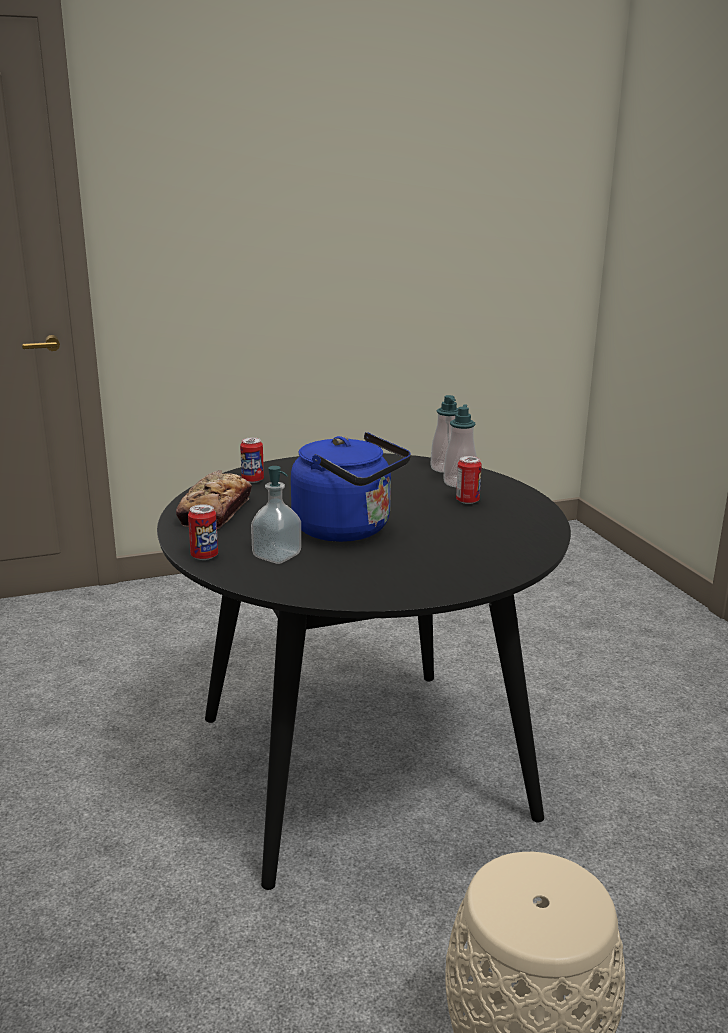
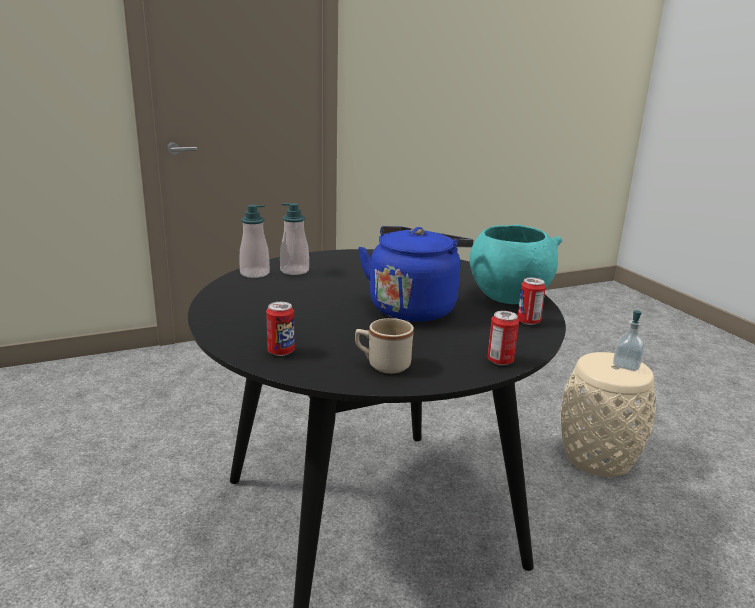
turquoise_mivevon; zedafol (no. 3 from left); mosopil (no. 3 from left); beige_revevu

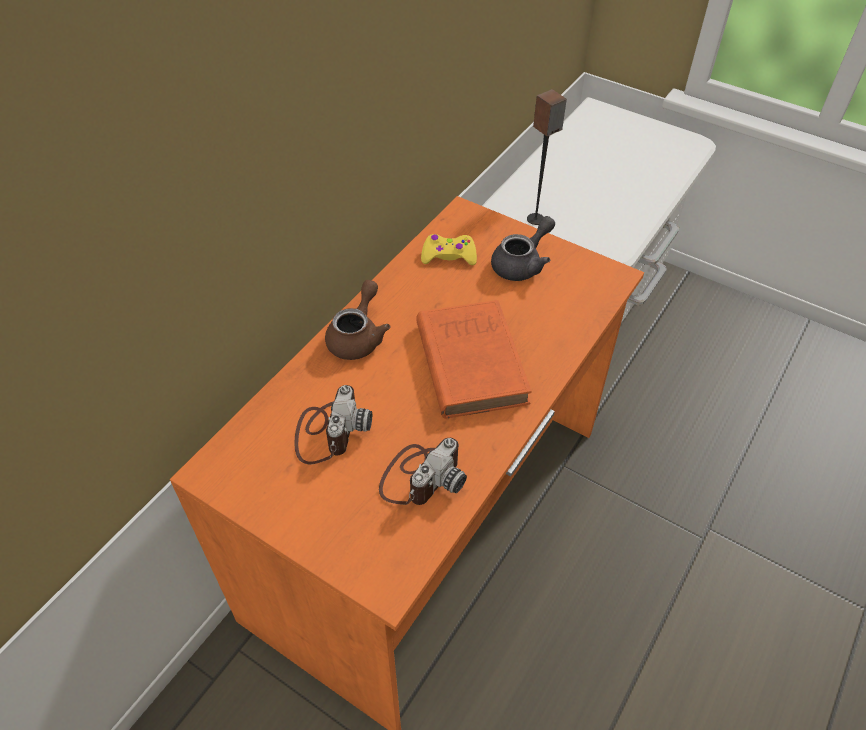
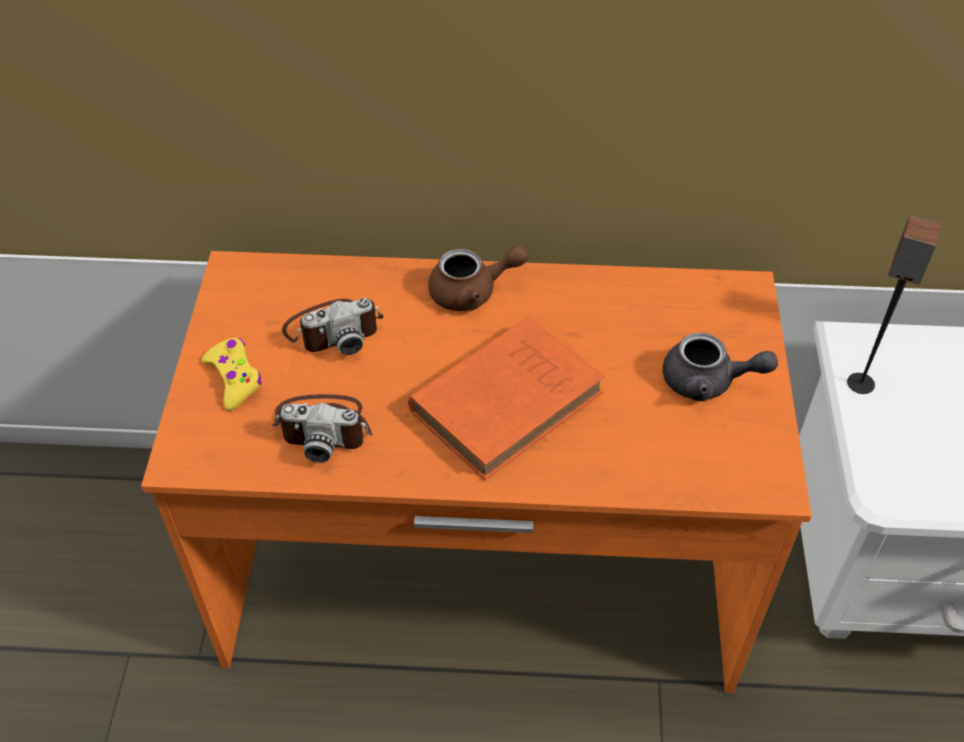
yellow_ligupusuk

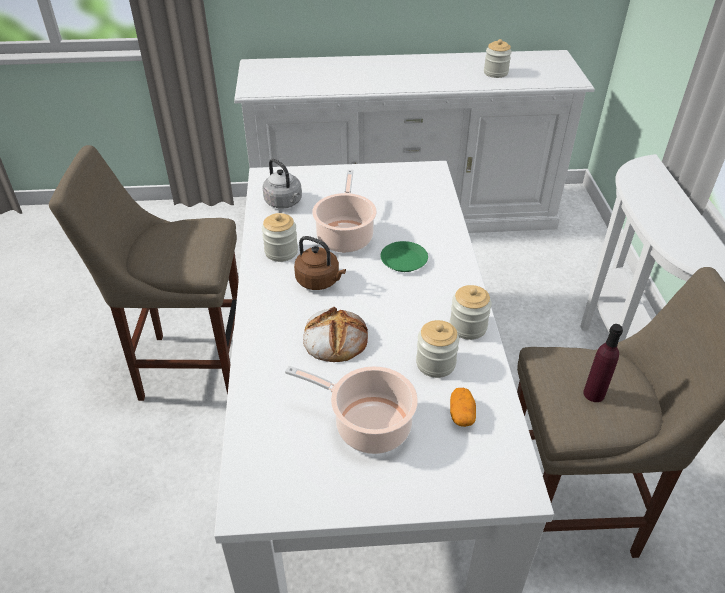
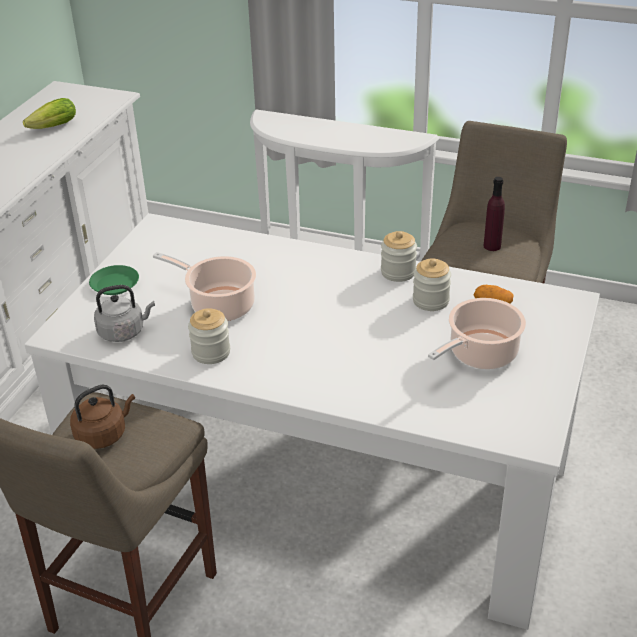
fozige; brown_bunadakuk; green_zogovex; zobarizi

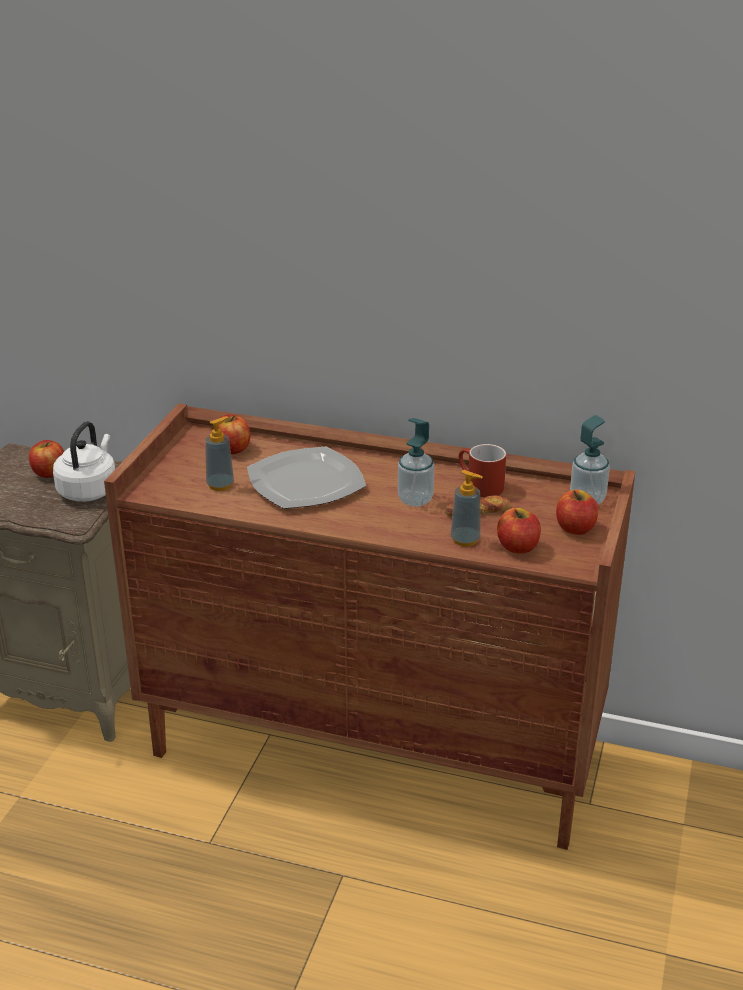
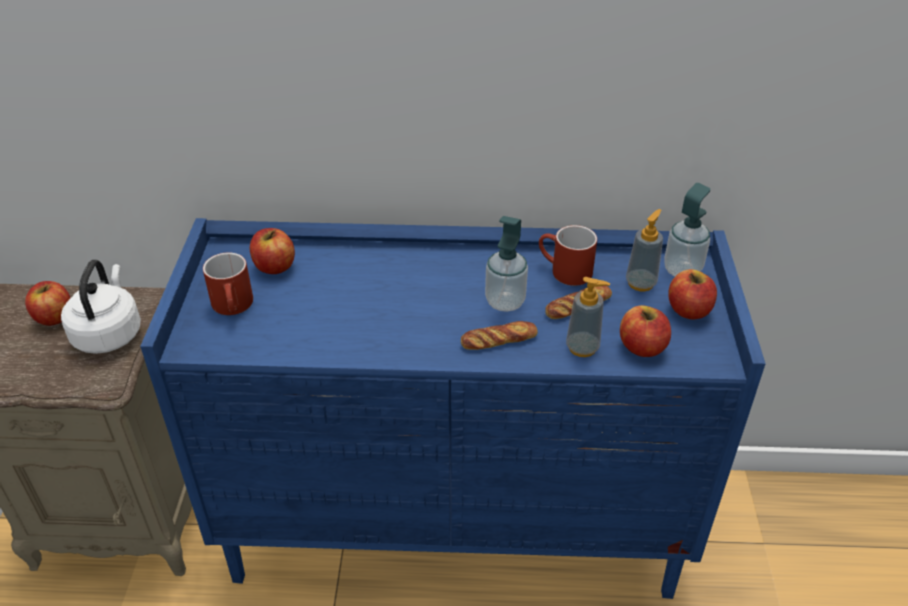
zogovex; red_revevu (no. 1 from left); fozige (no. 1 from left); zedafol (no. 3 from left); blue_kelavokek

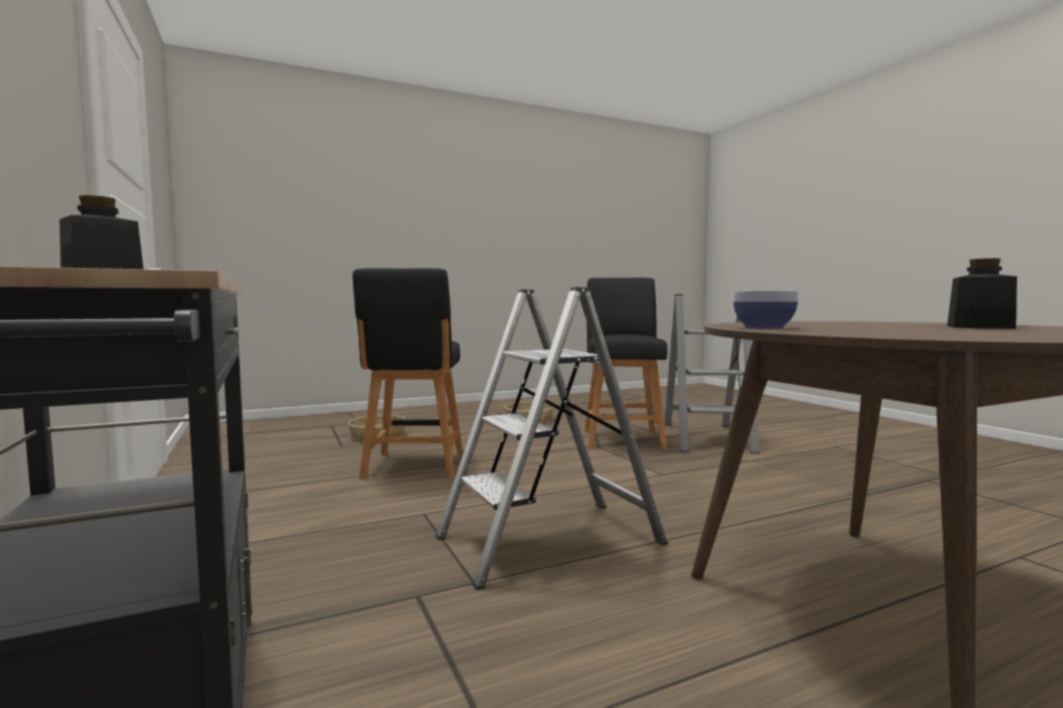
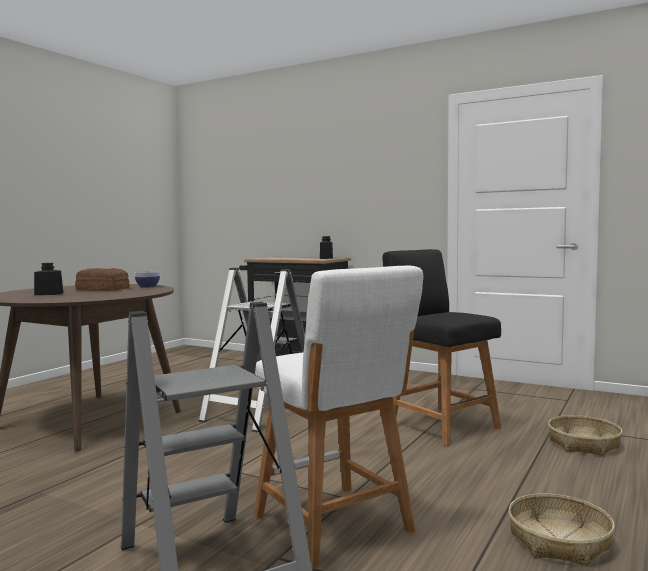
fozige; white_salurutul

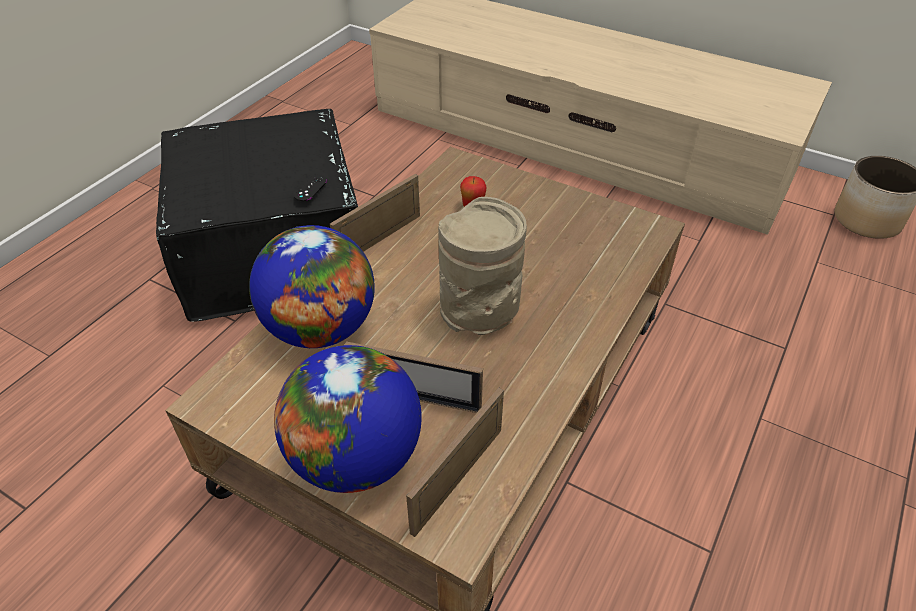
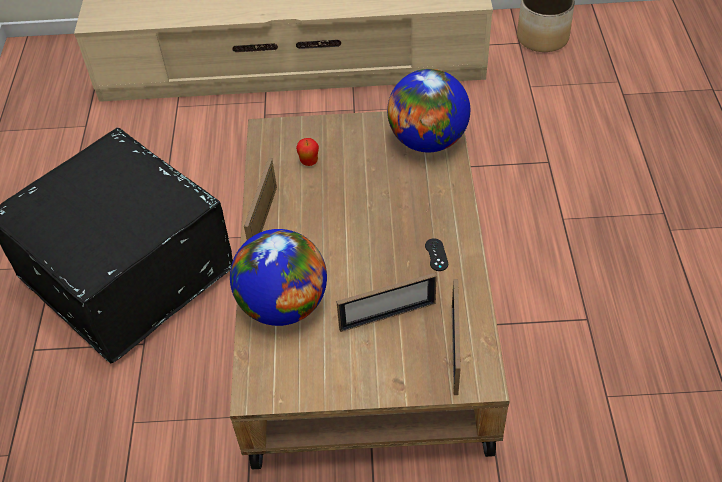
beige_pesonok; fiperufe (no. 2 from left); black_ligupusuk

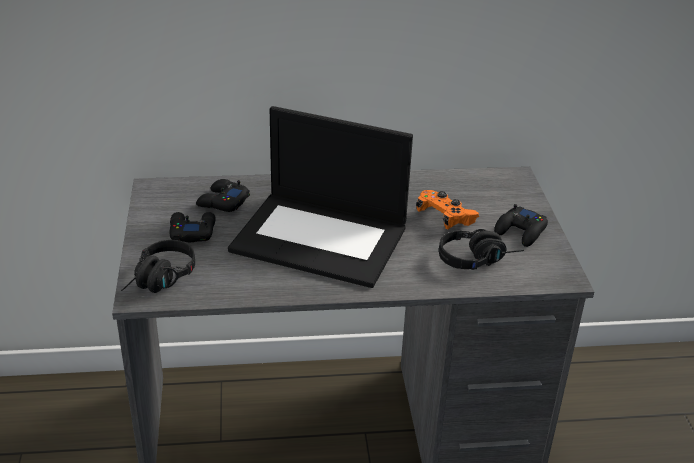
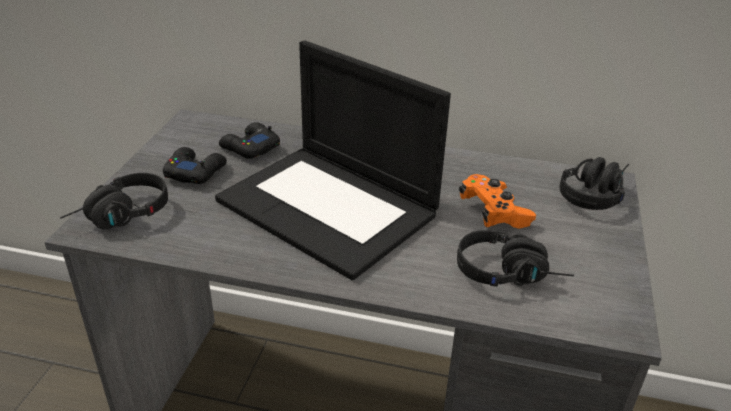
black_ligupusuk (no. 3 from left in the first image); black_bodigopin (no. 3 from left)

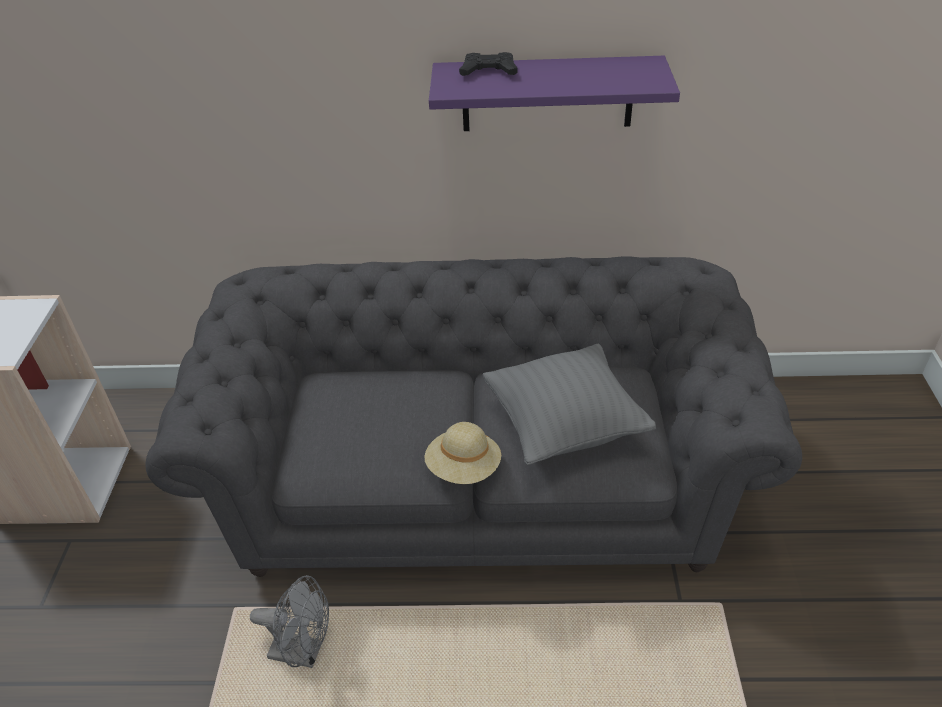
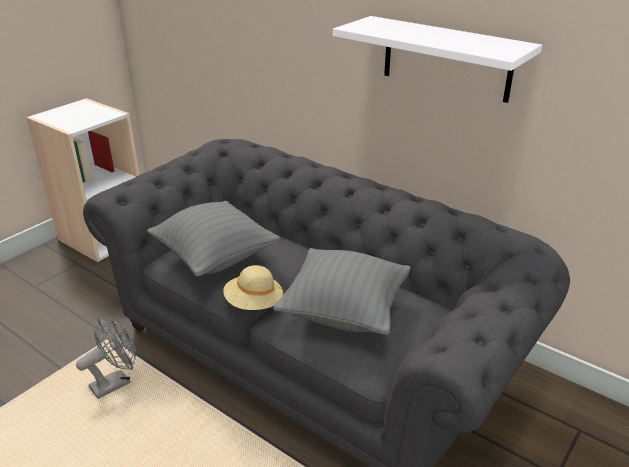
black_ligupusuk; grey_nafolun (no. 1 from left); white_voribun; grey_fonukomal

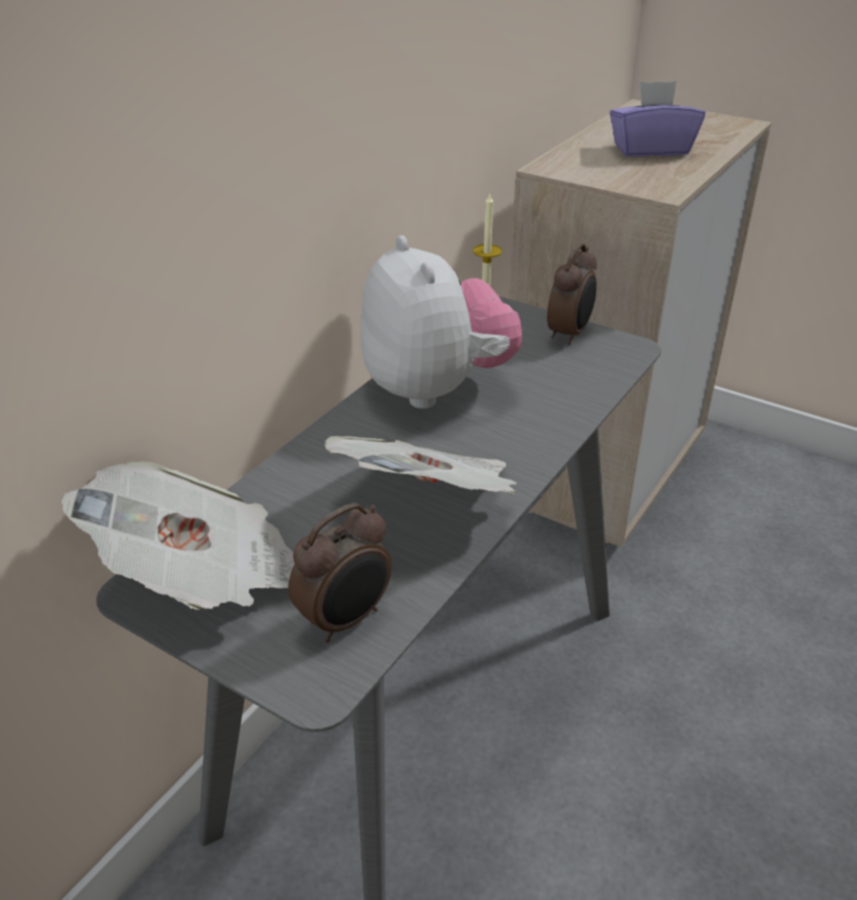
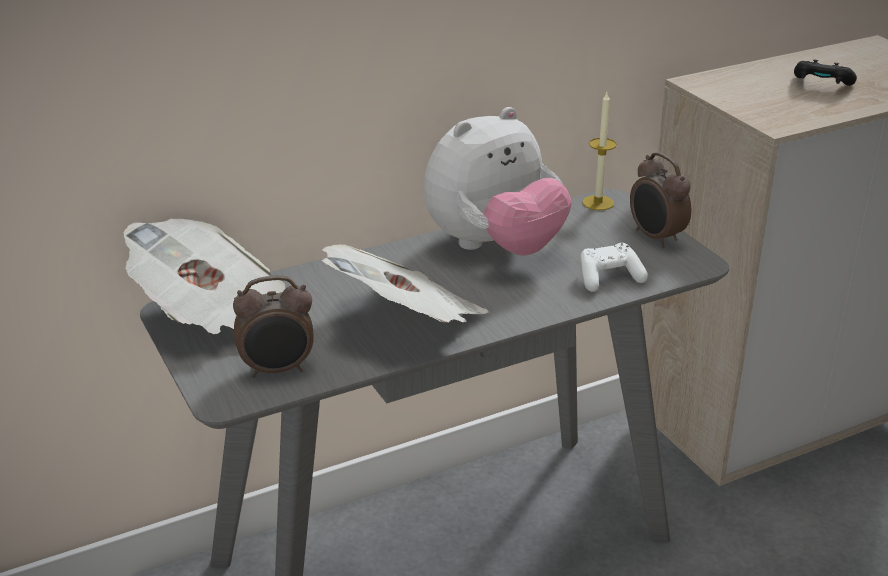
white_ligupusuk; black_ligupusuk; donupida; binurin (no. 2 from left)

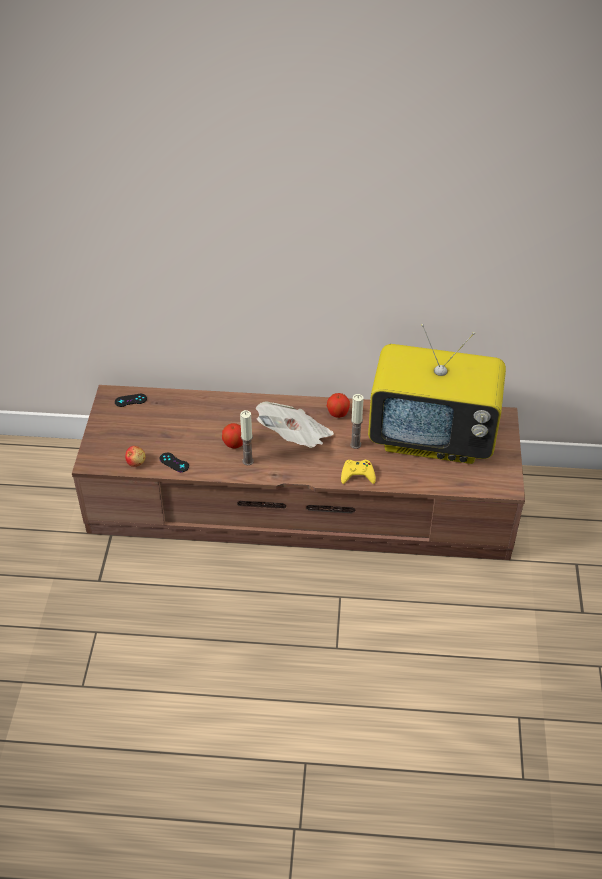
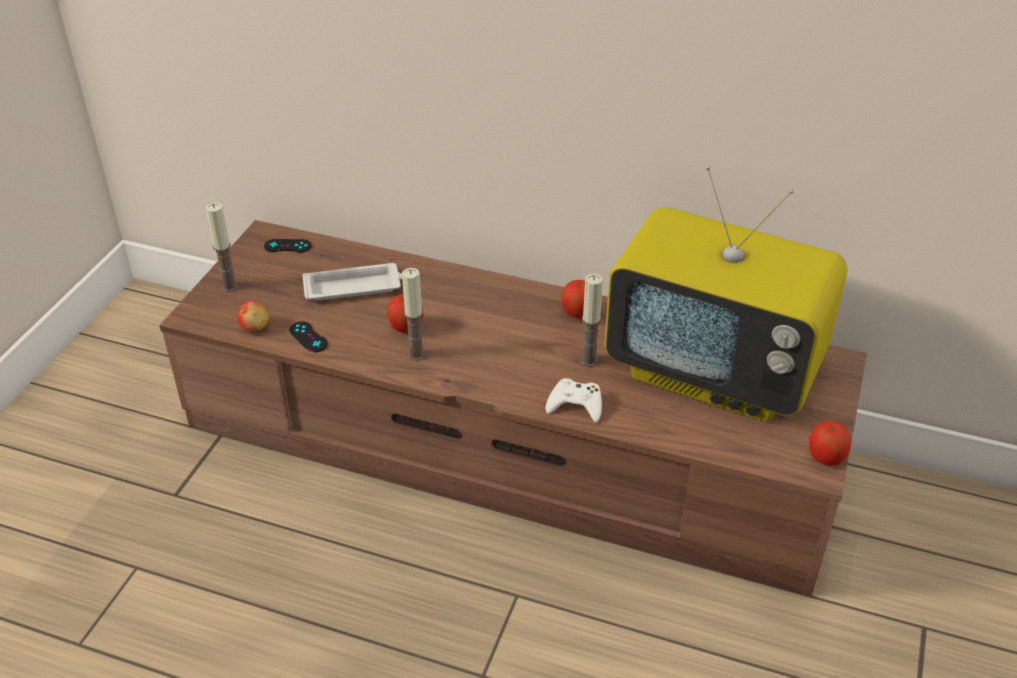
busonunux; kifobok (no. 1 from left); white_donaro; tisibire (no. 4 from left); white_ligupusuk

